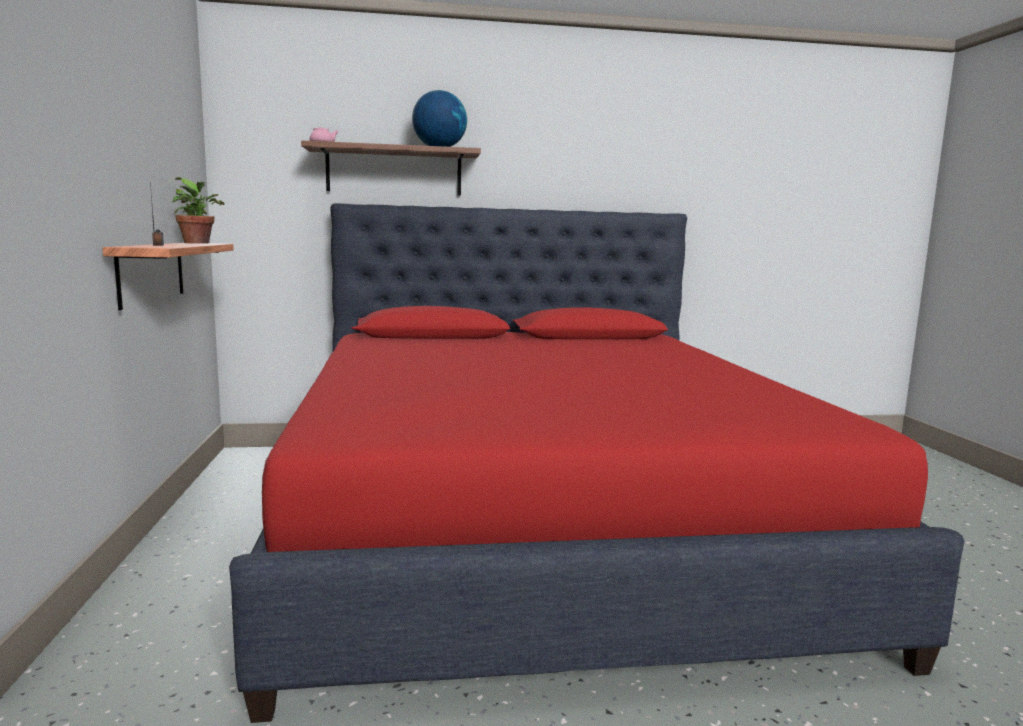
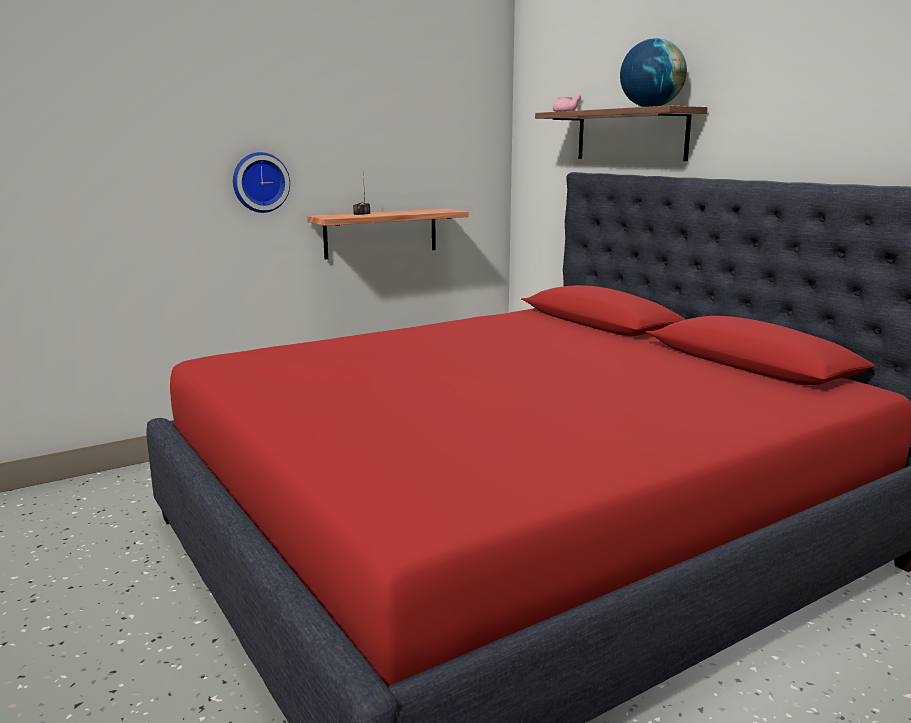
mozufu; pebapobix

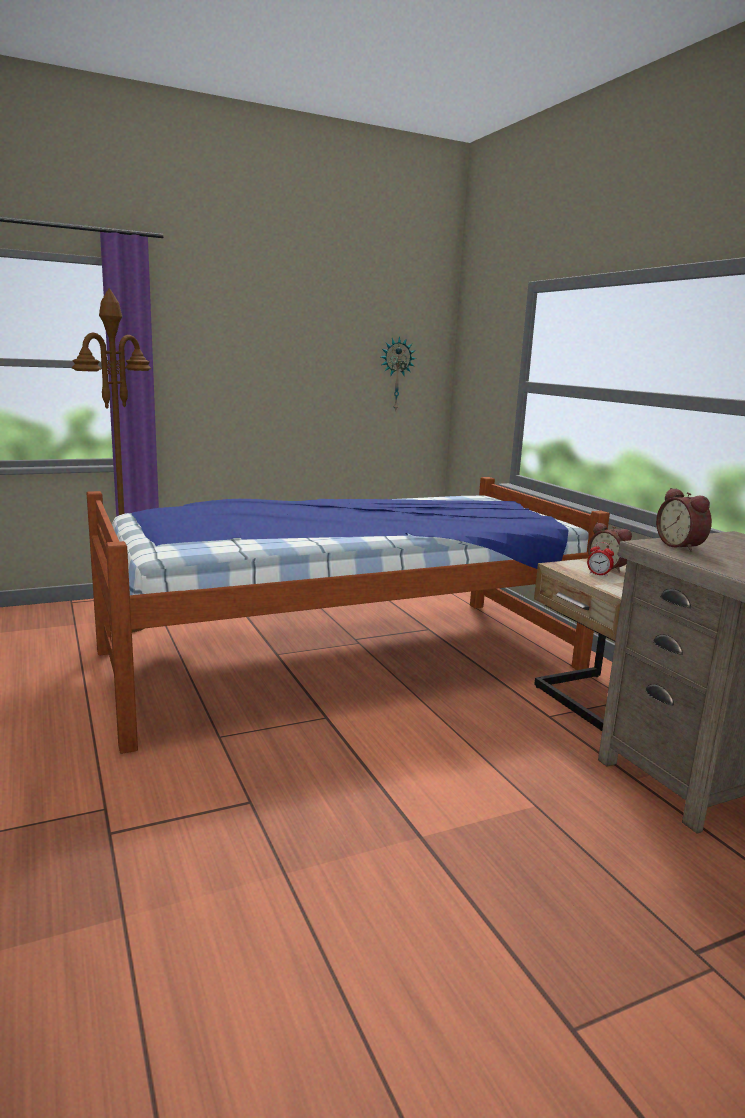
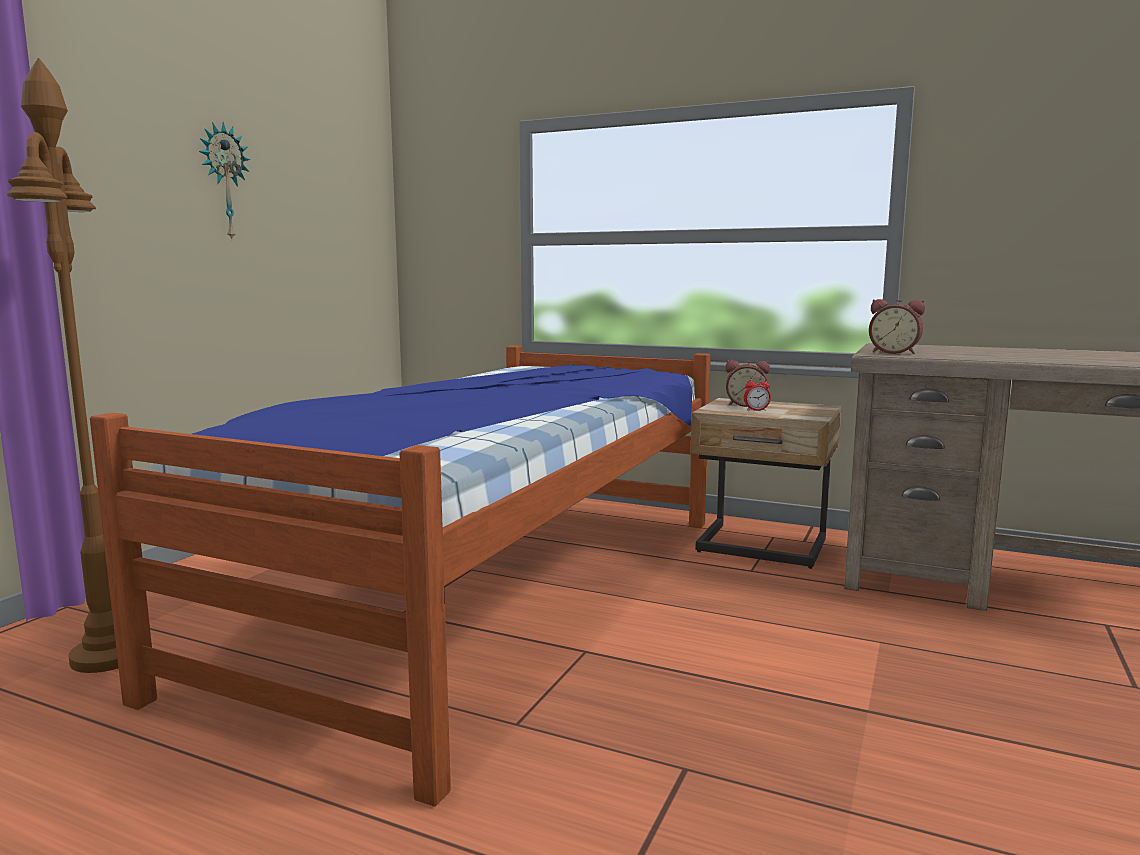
pebapobix

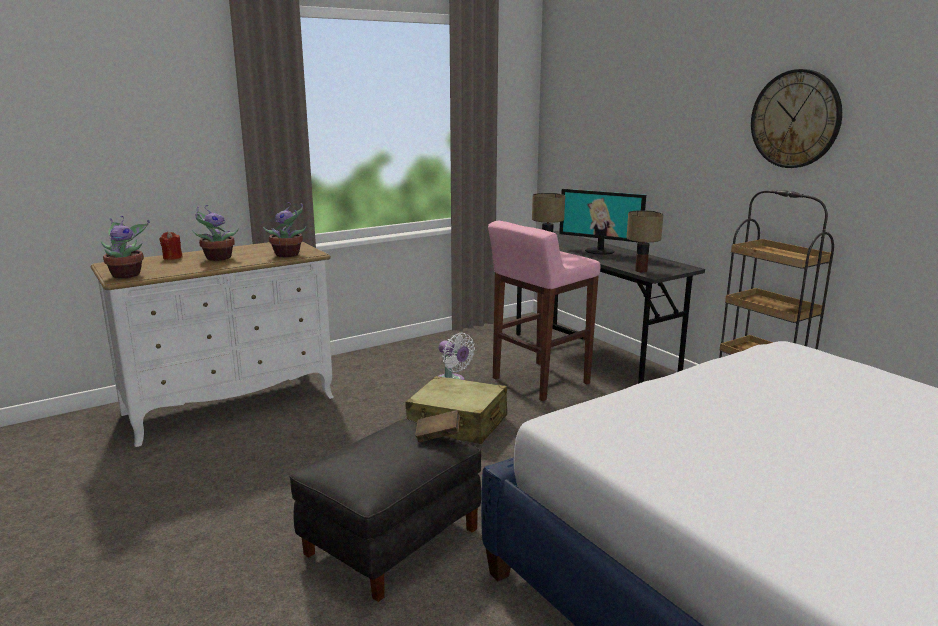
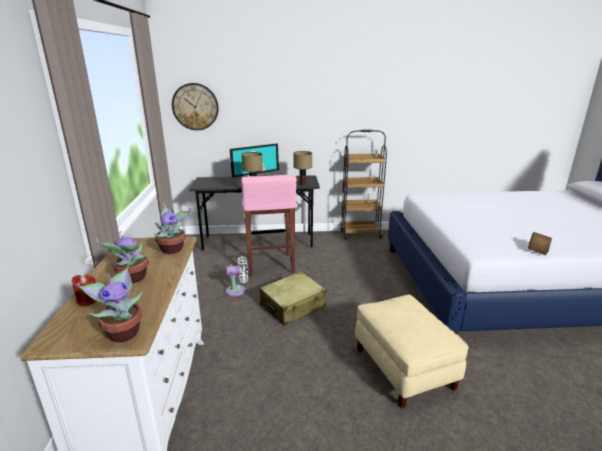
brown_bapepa; pebapobix; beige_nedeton

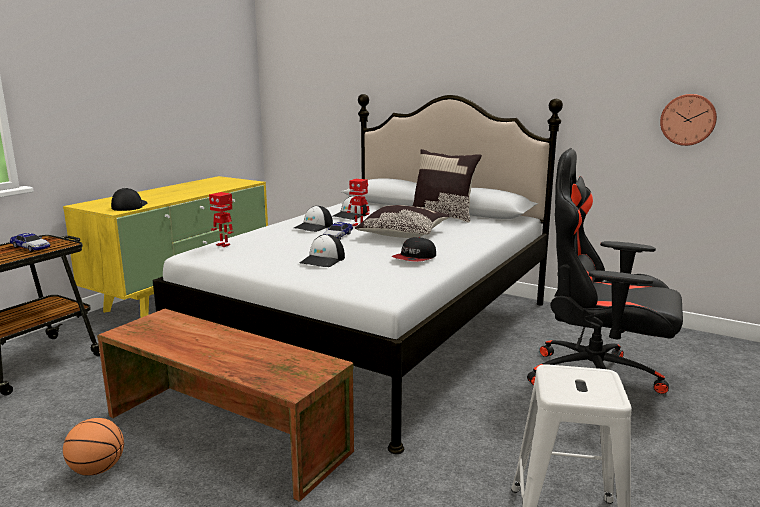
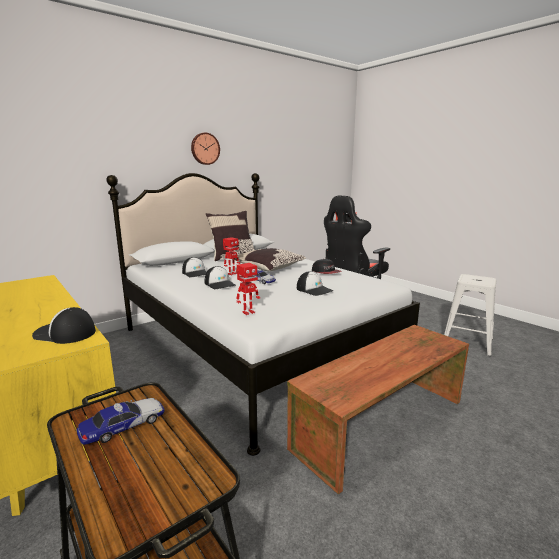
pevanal; pebapobix

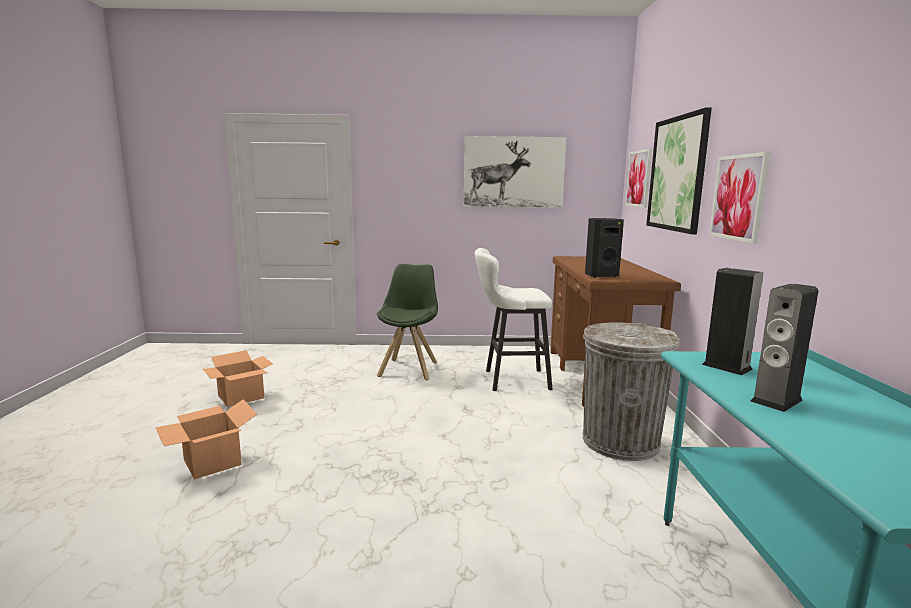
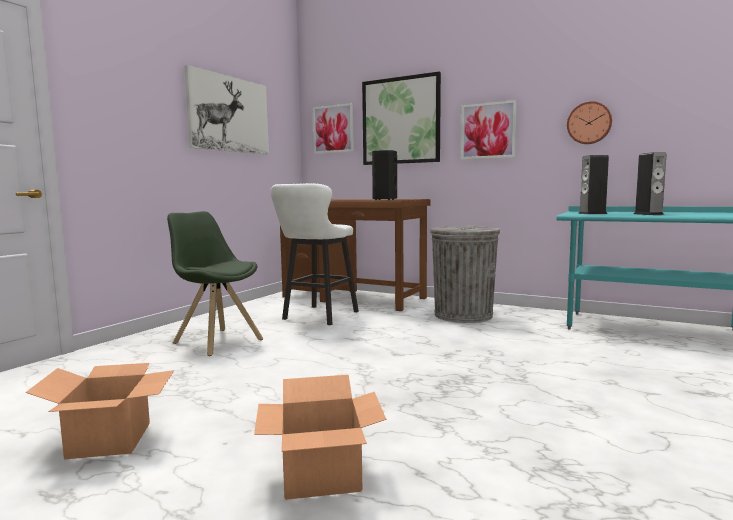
pebapobix

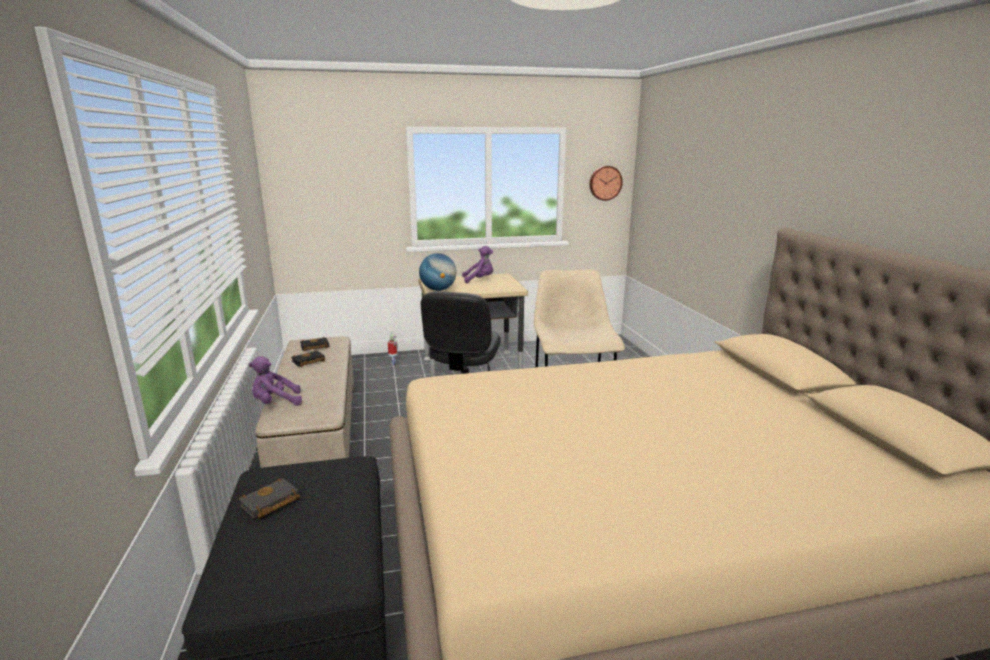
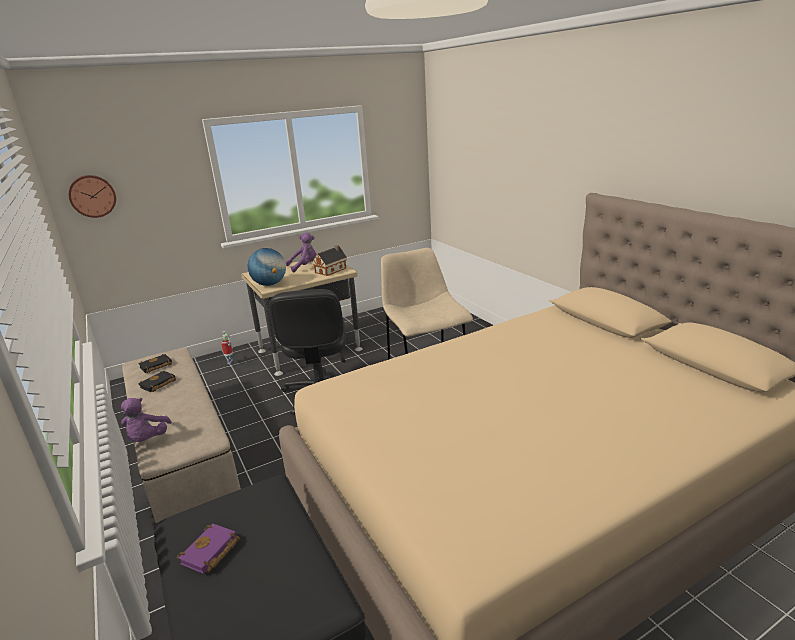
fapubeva; pebapobix; purple_bapepa; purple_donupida (no. 1 from left)

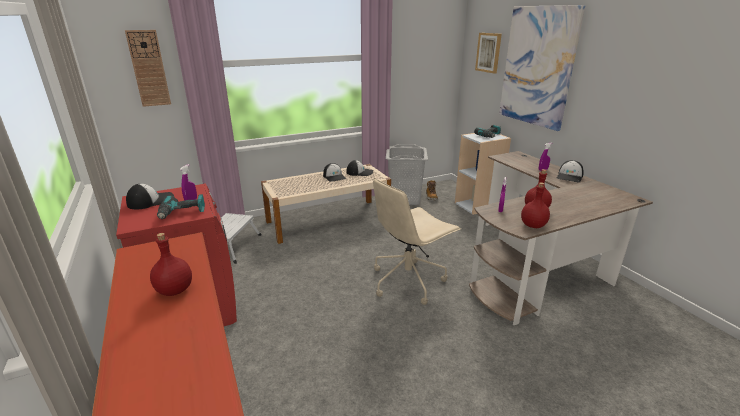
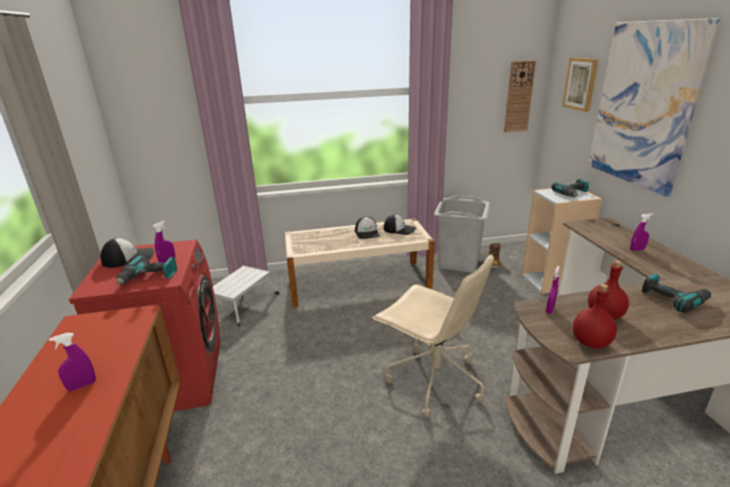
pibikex (no. 4 from left in the first image); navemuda (no. 3 from left); pebapobix; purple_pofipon (no. 1 from left); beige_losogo

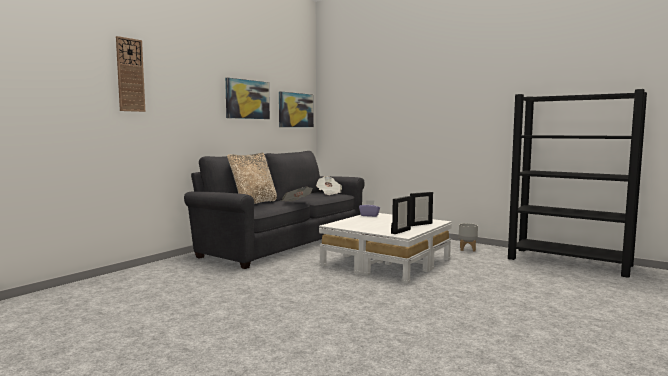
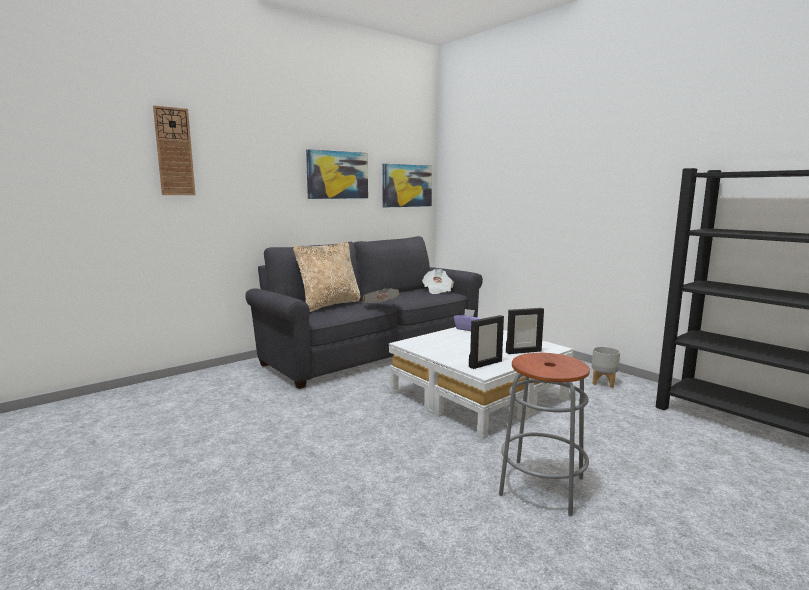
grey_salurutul

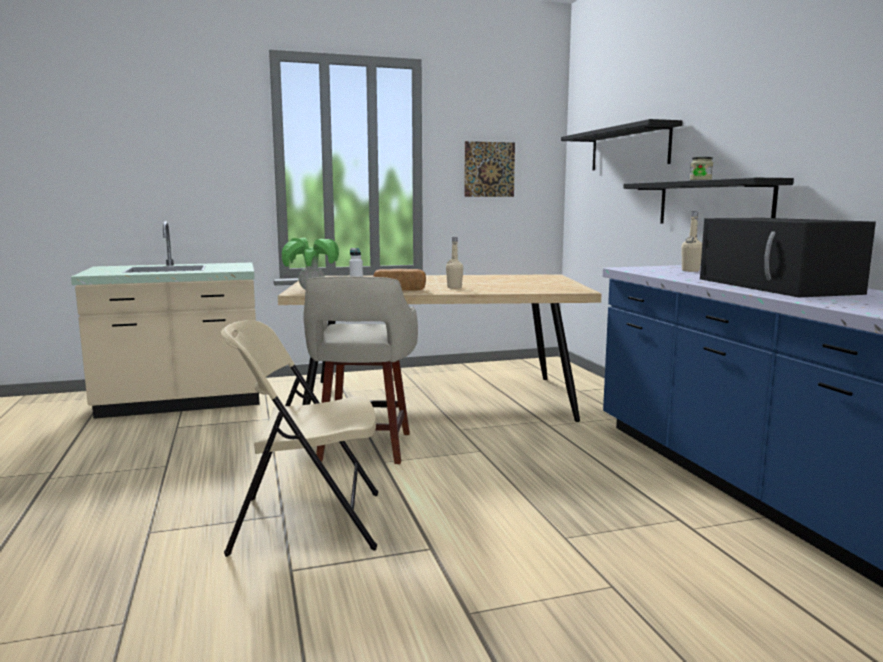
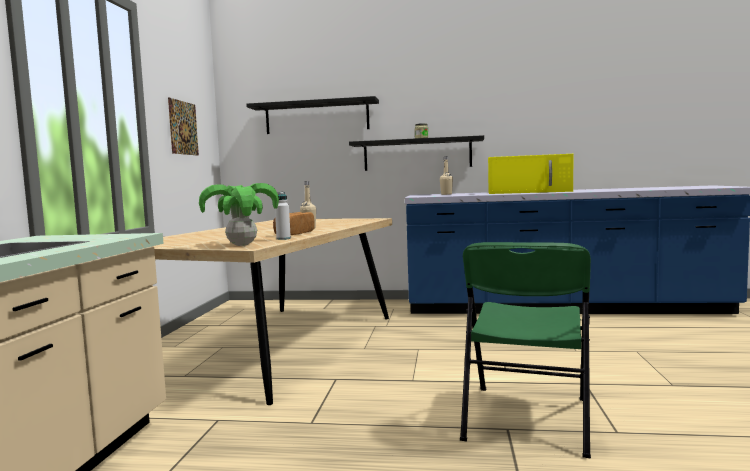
beige_salurutul; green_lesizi; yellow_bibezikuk

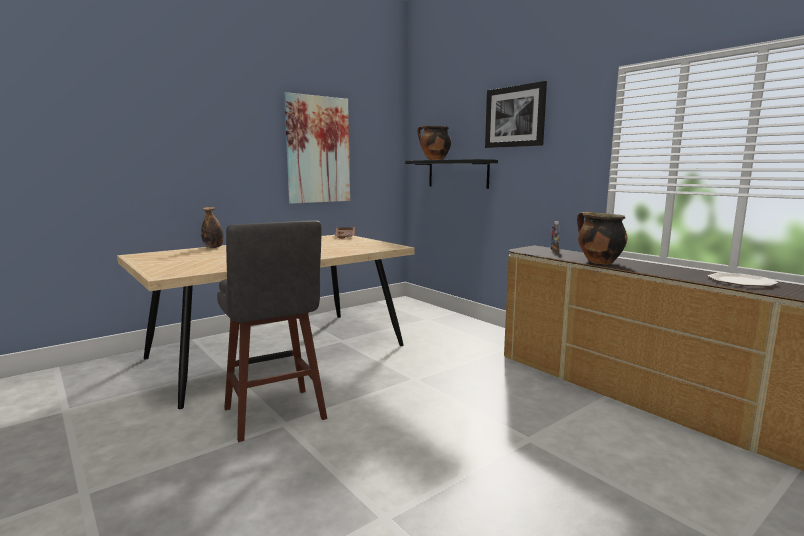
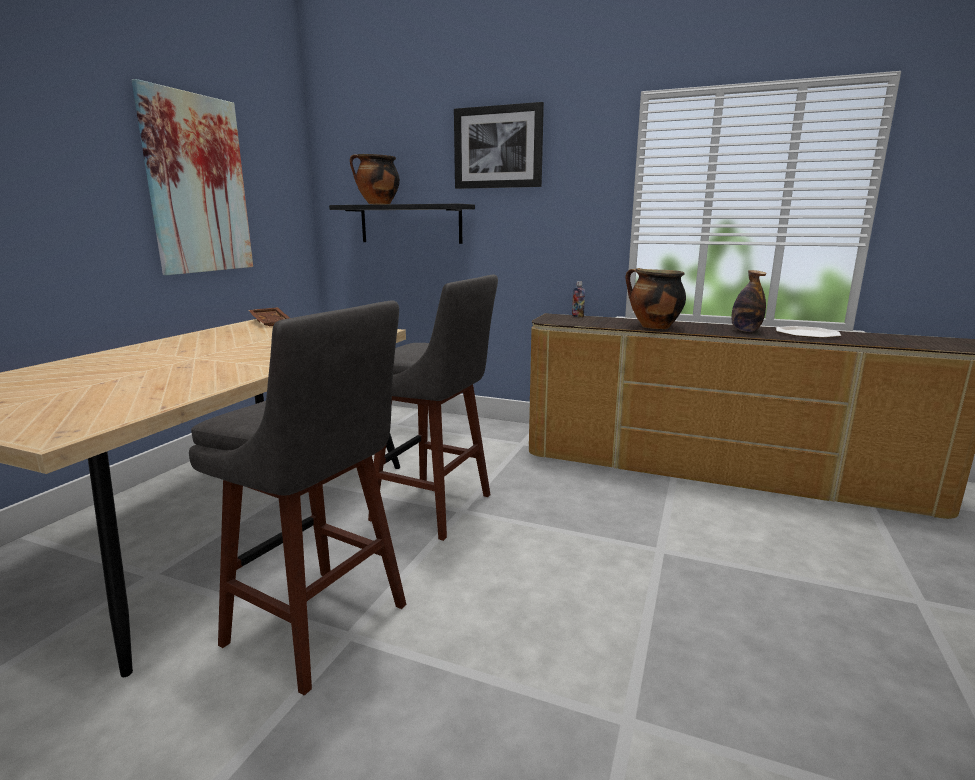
grey_salurutul (no. 2 from left); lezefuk (no. 2 from left)

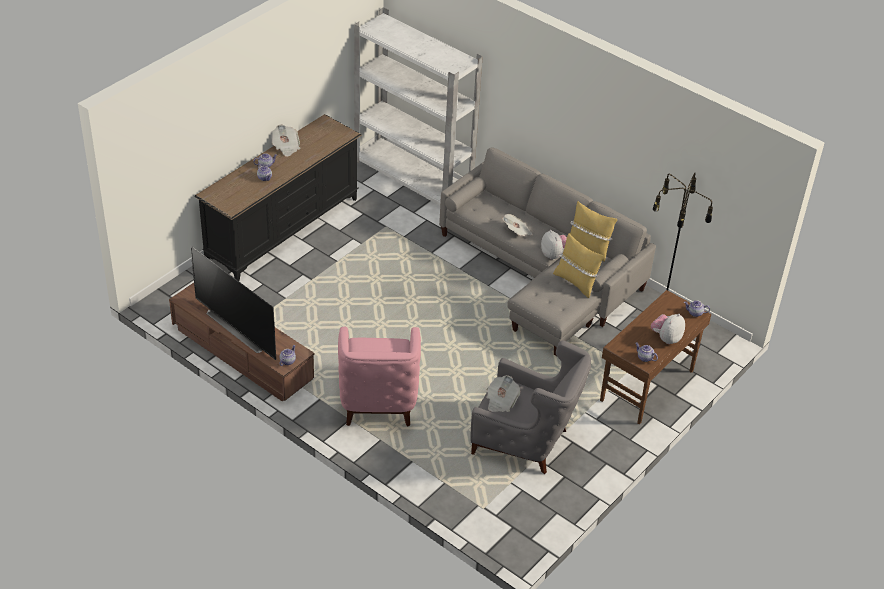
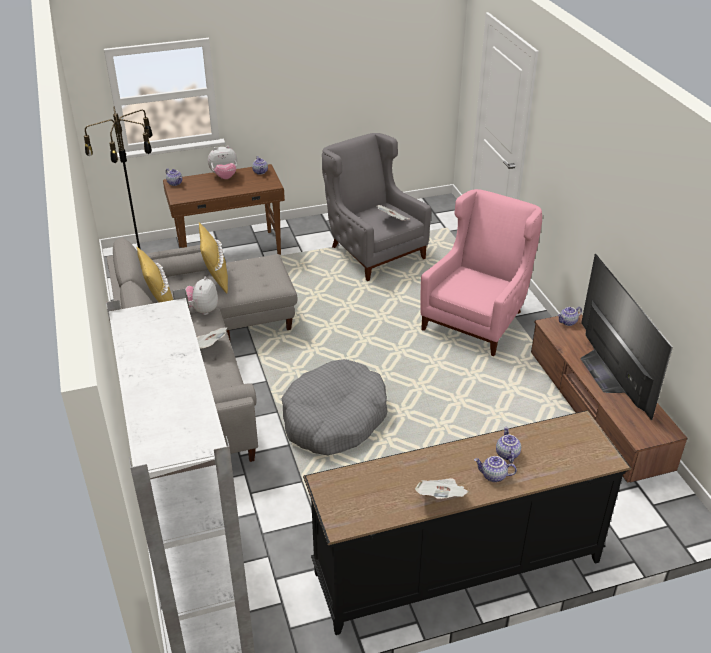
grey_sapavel

